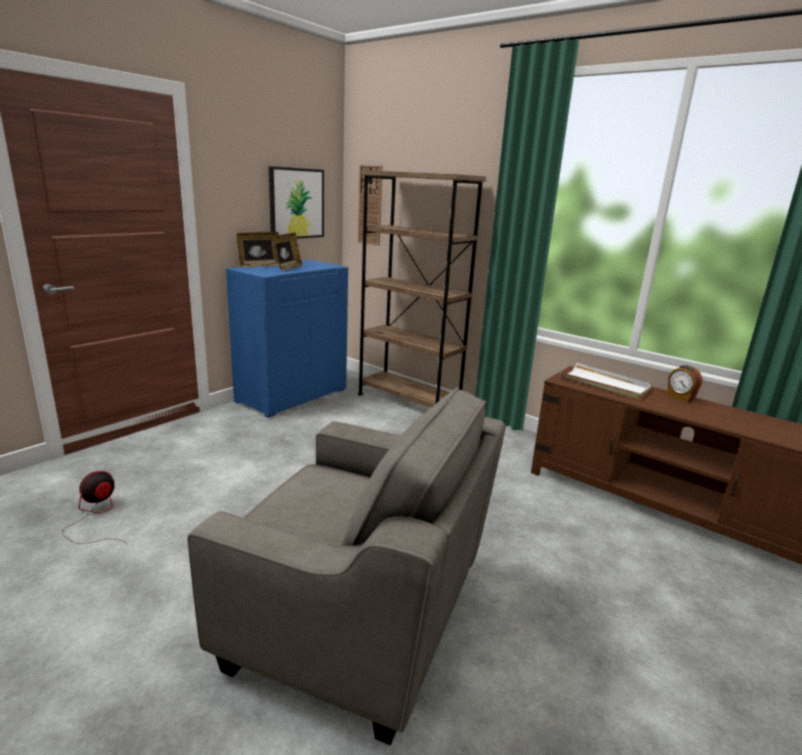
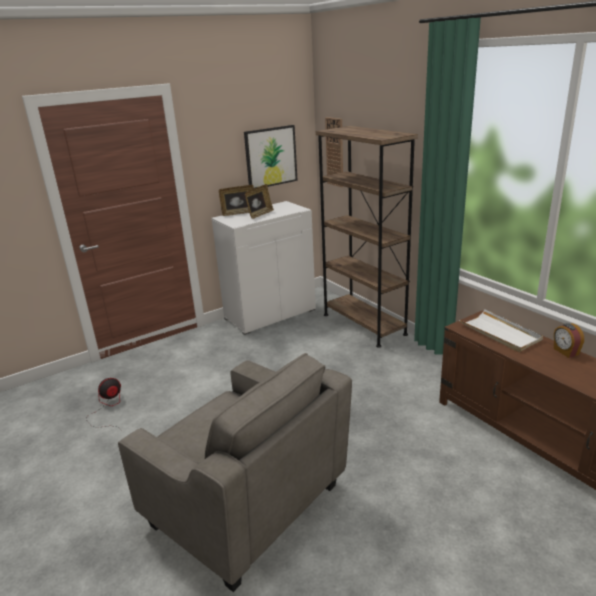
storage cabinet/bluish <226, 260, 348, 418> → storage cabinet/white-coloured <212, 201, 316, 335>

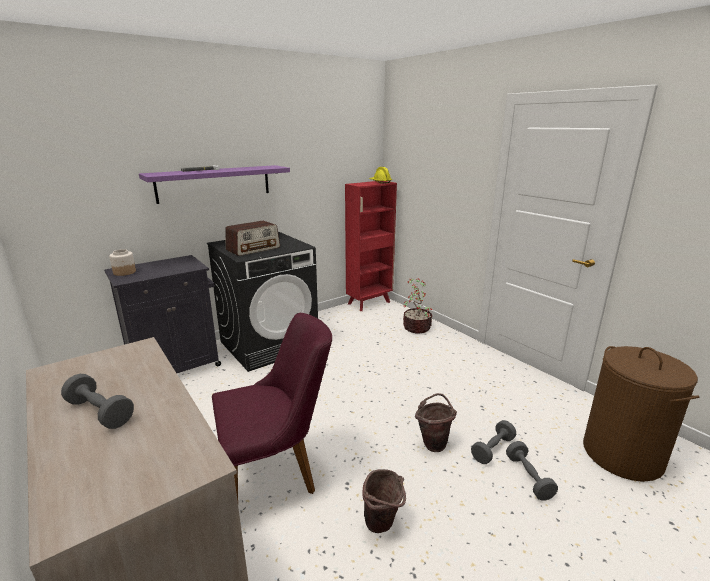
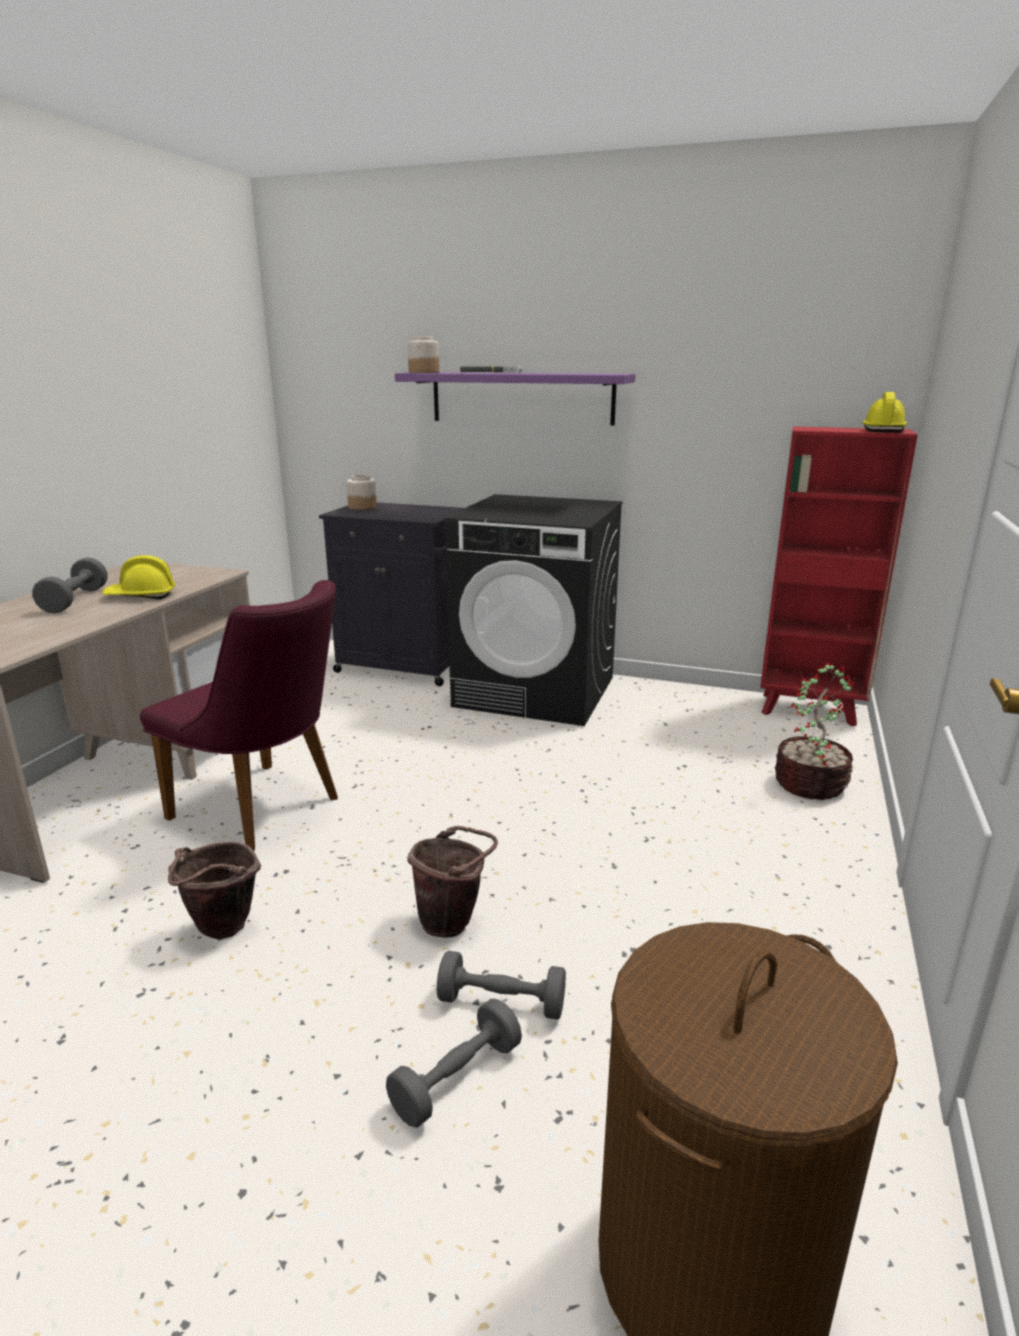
radio set <225, 221, 280, 256> → -
- → preserve jar <407, 336, 439, 373>
- → safety helmet/yellow <102, 555, 175, 599>

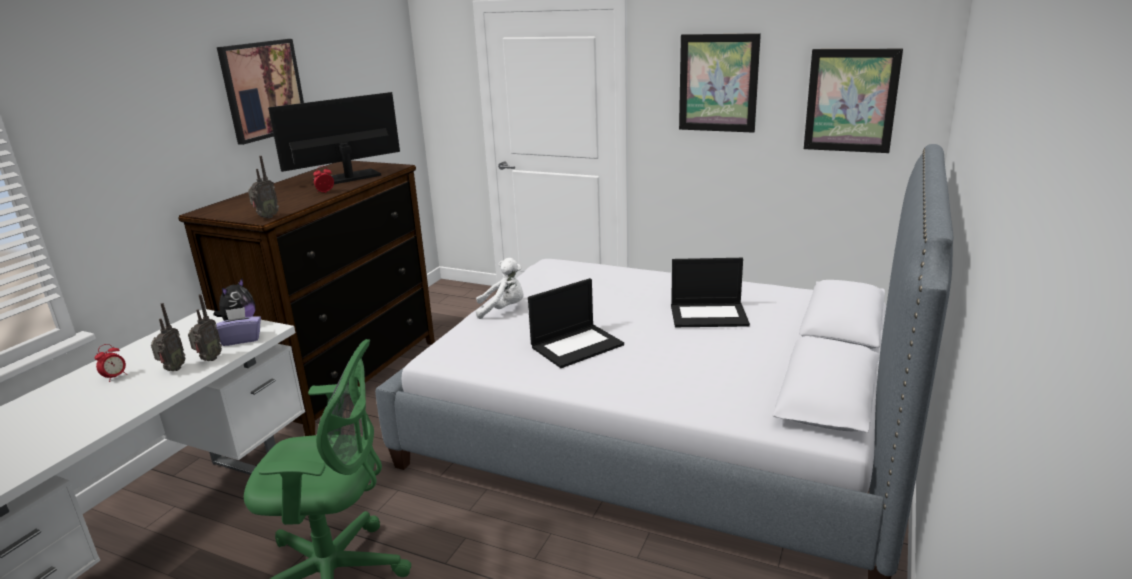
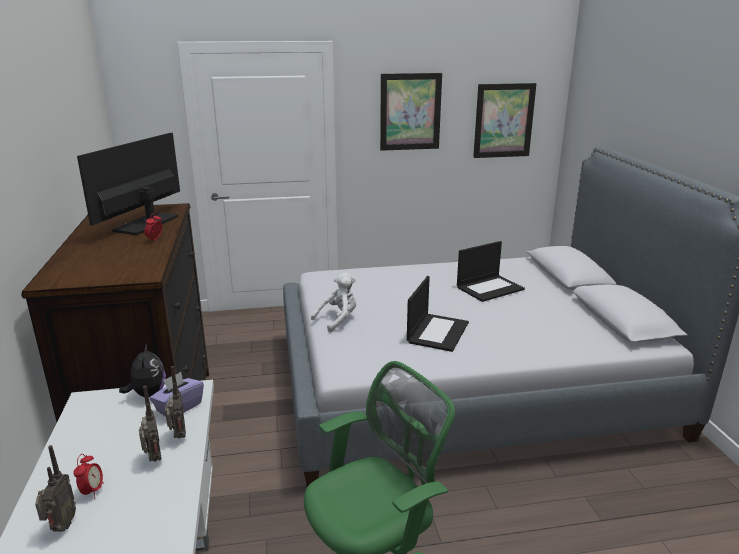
wall art <217, 39, 304, 145> → -
radio set <248, 156, 279, 218> → radio set <35, 445, 76, 532>, moved

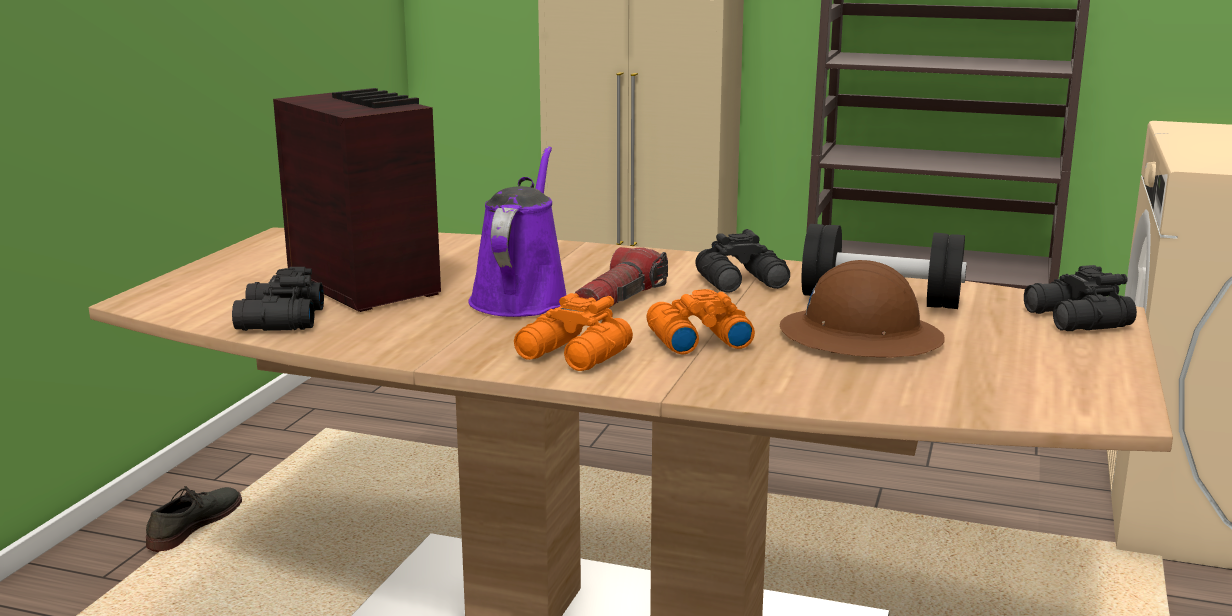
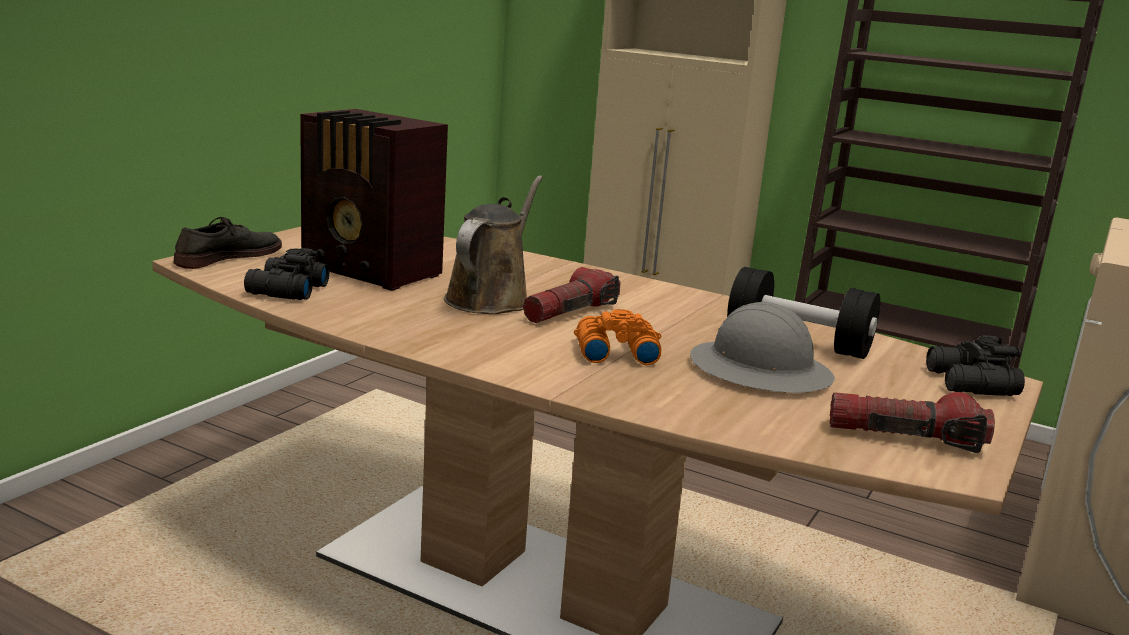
radio set <273, 88, 441, 312> → radio set <300, 109, 448, 291>, 150 degrees clockwise
watering can/purple-coloured <468, 146, 566, 317> → watering can/brownish <444, 175, 543, 314>
field glasses/black-coloured <695, 229, 790, 293> → -
safety helmet/brownish <780, 260, 945, 358> → safety helmet/grey <690, 302, 835, 393>
field glasses/orange <514, 293, 633, 371> → -
item of footwear/grey <146, 486, 242, 552> → item of footwear/grey <173, 217, 282, 269>, moved
- → torch <830, 392, 995, 453>

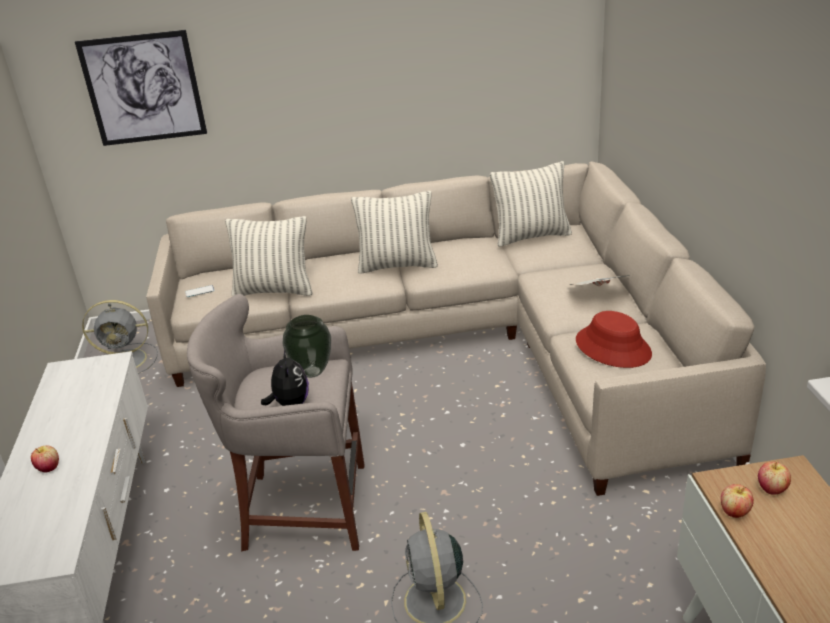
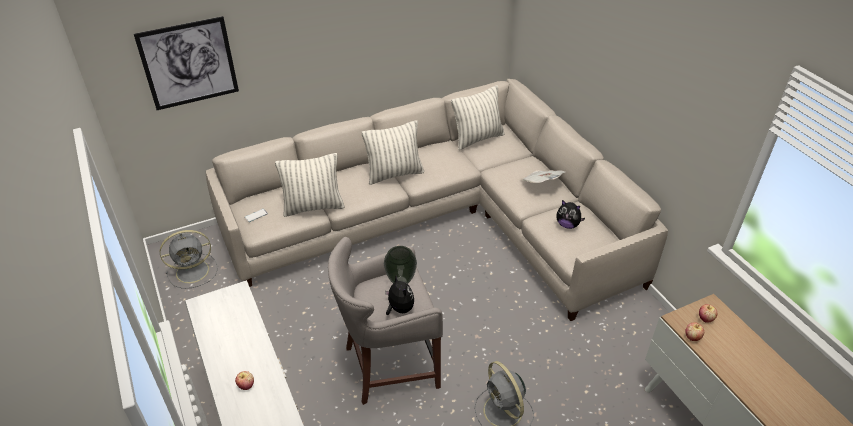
clothing hat/red <576, 311, 652, 368> → soft toy <556, 200, 585, 229>

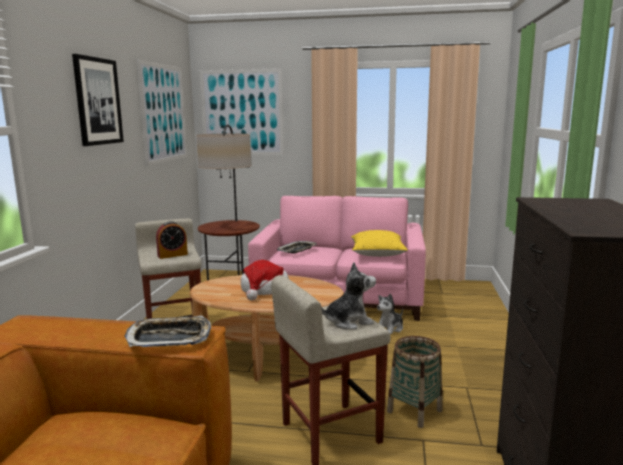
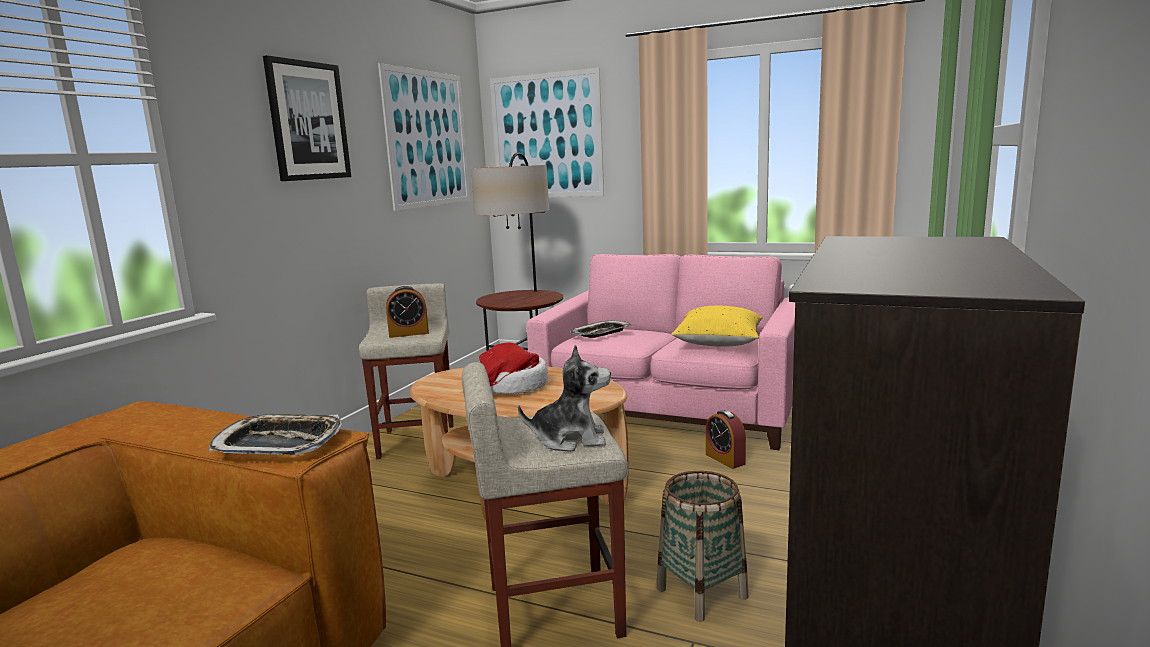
soft toy <377, 293, 403, 334> → bedside clock <706, 410, 746, 469>

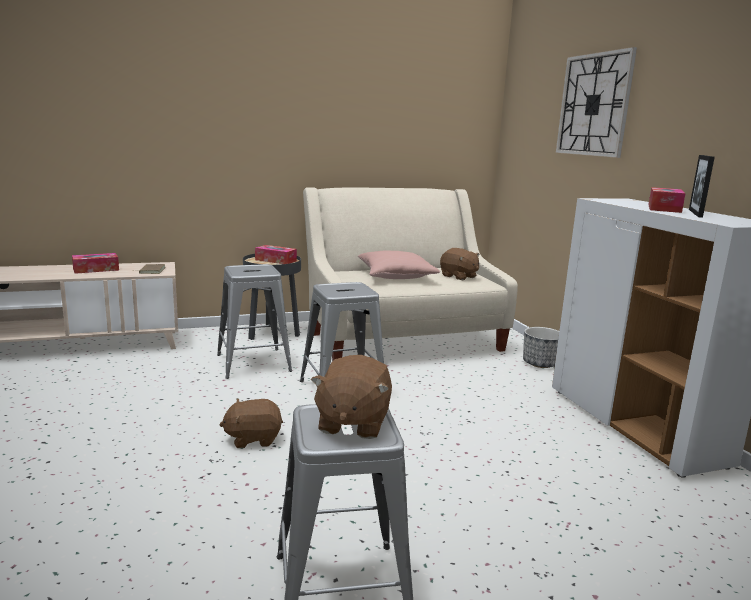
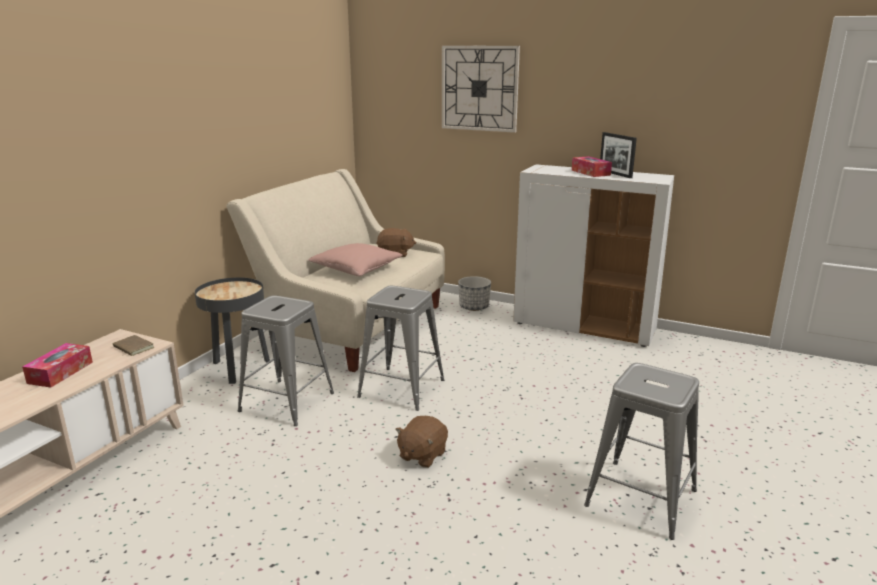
tissue holder <255, 245, 297, 264> → -
soft toy/brownish <311, 355, 392, 439> → -

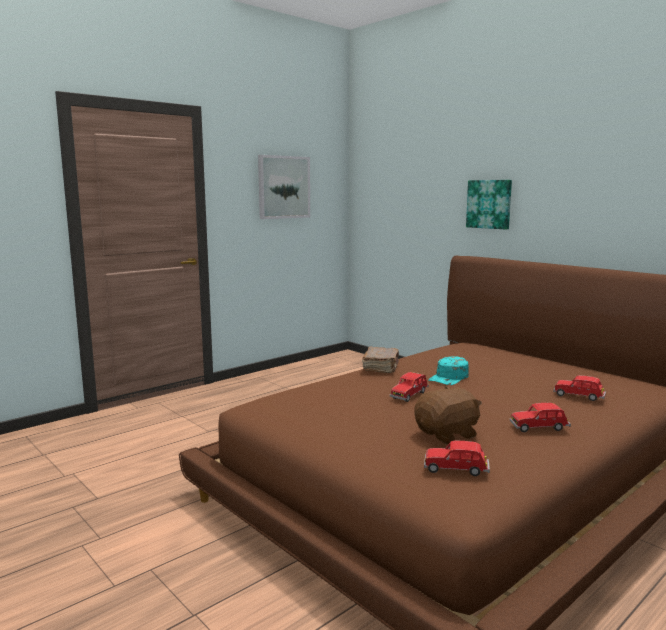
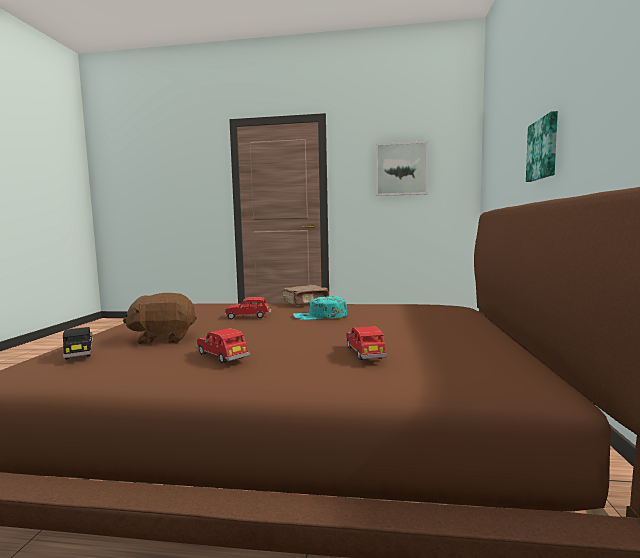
soft toy/brownish <414, 386, 482, 444> → soft toy/brownish <123, 293, 197, 345>, 150 degrees clockwise
toy car/red <424, 440, 490, 476> → toy car/black-coloured <63, 327, 93, 360>

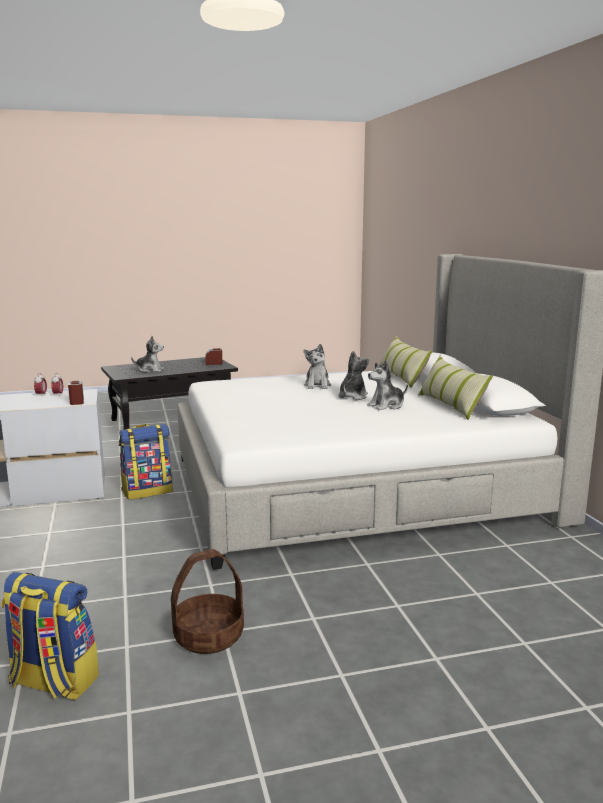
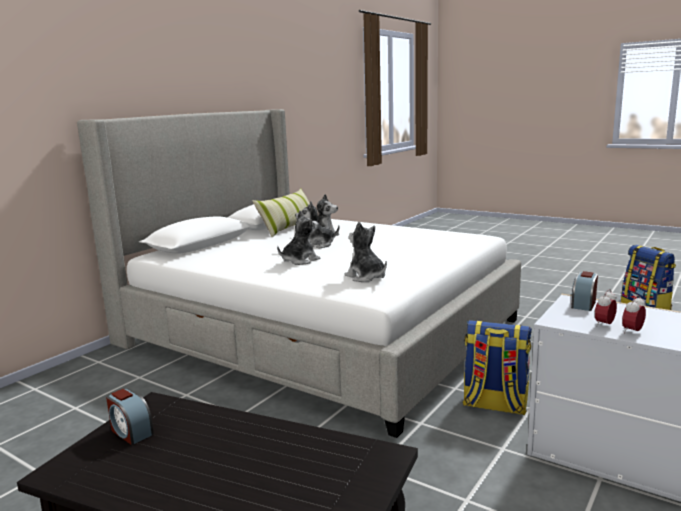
soft toy <131, 336, 164, 373> → soft toy <345, 222, 387, 282>, moved
throw pillow <380, 336, 432, 388> → -
household basket <171, 549, 244, 654> → -

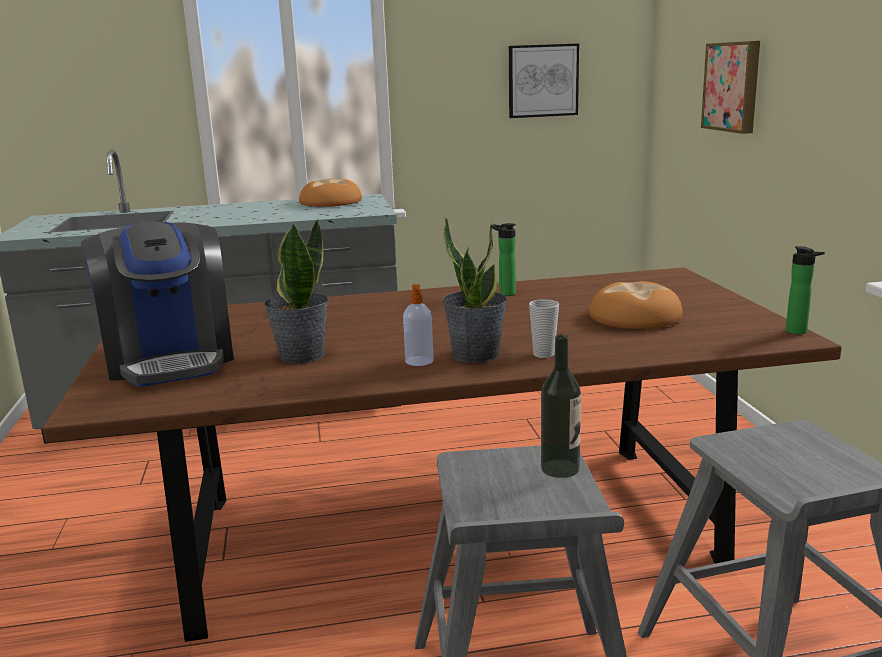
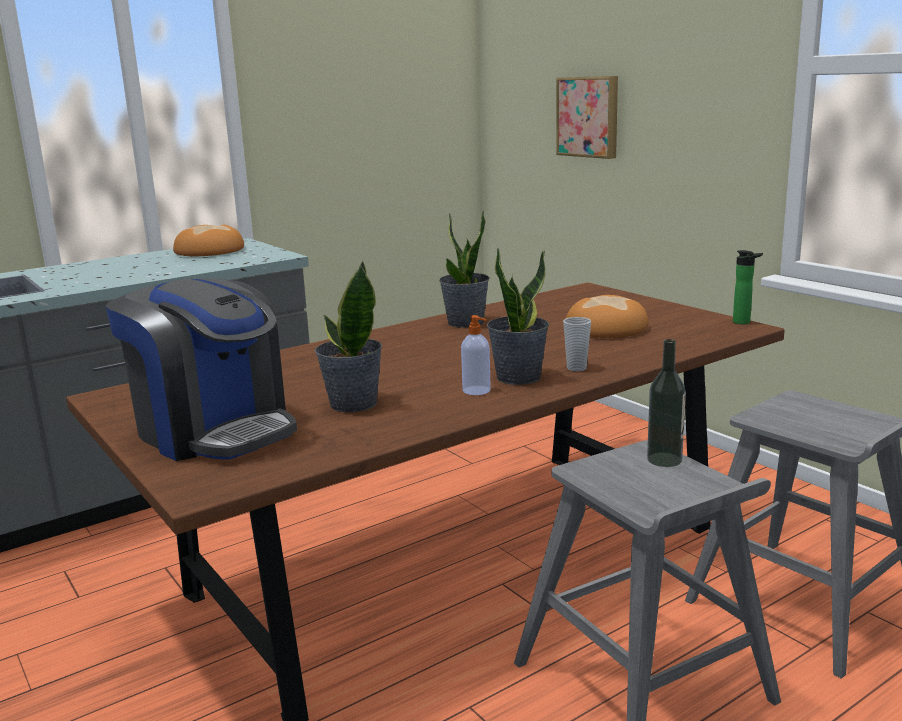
wall art <509, 43, 579, 118> → -
bottle <492, 223, 516, 296> → potted plant <439, 211, 489, 328>

